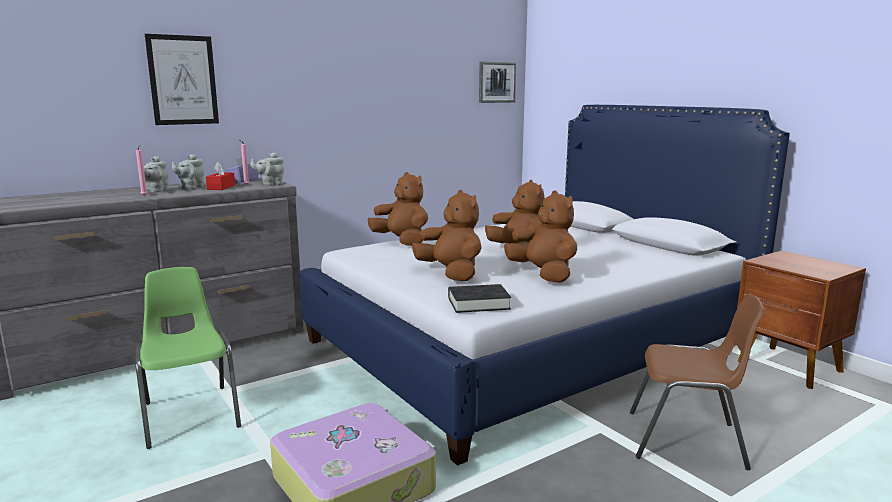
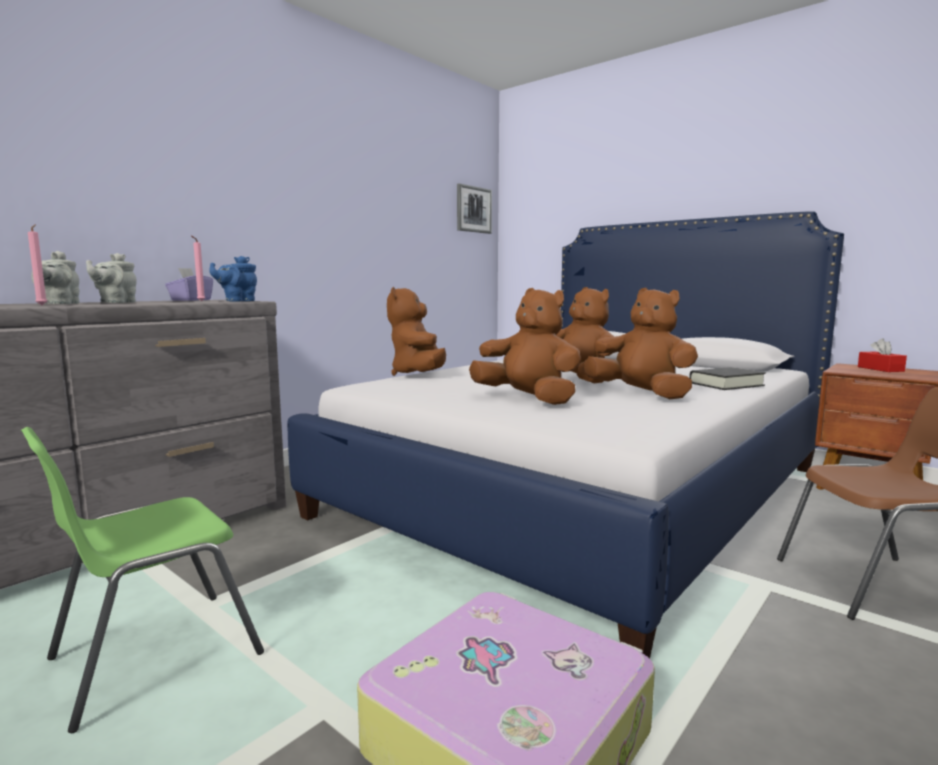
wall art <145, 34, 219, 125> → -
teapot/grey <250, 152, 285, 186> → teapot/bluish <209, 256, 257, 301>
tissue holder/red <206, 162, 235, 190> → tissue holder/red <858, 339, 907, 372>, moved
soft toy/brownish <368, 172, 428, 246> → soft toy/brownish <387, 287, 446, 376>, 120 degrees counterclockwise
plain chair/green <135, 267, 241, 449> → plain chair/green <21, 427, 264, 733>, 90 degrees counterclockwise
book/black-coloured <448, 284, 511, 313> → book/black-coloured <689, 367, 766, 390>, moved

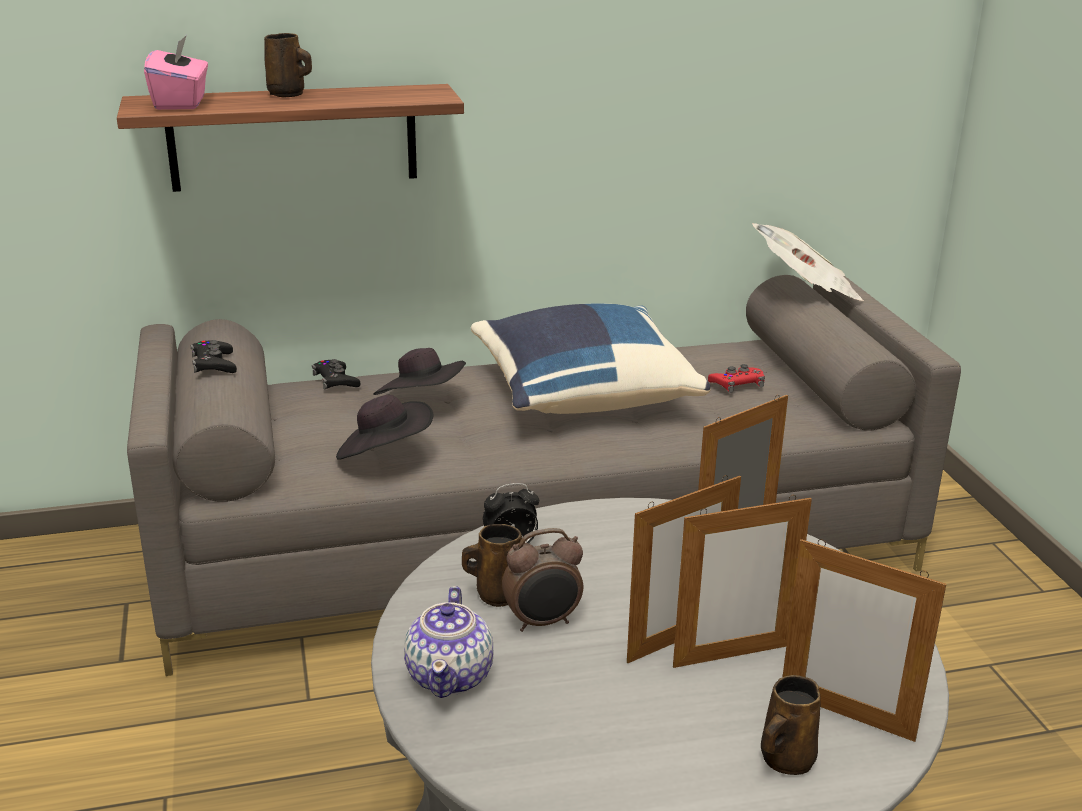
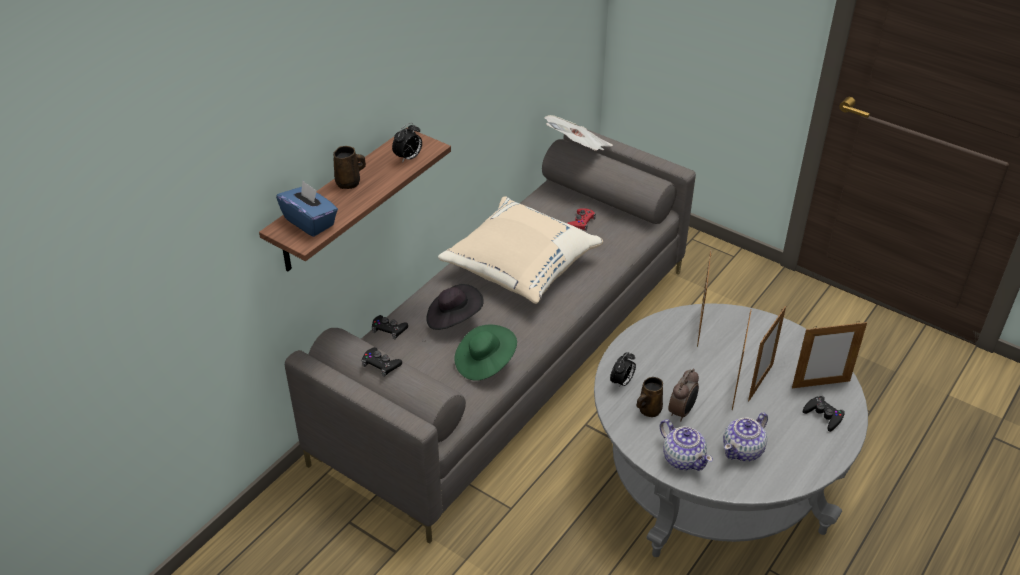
tissue holder/pinkish <144, 35, 208, 110> → tissue holder/bluish <276, 181, 338, 237>
throw pillow/bluish <471, 304, 711, 414> → throw pillow/beige-coloured <438, 196, 603, 304>
clothing hat/black-coloured <336, 395, 434, 460> → clothing hat/green <454, 325, 517, 381>
mug/brownish <761, 675, 821, 775> → game controller/black-coloured <803, 396, 845, 432>
- → bedside clock <392, 123, 422, 163>
- → teapot <723, 412, 768, 461>

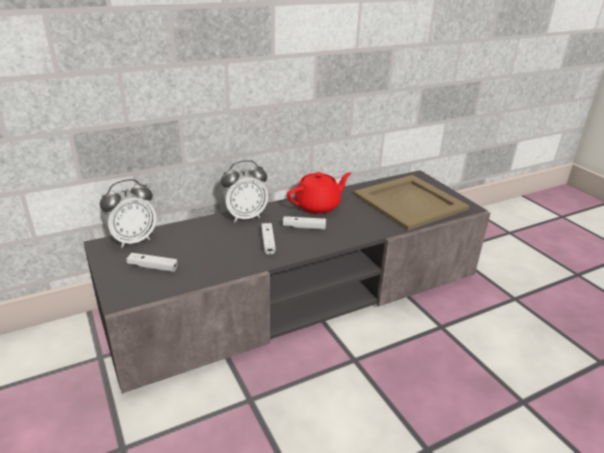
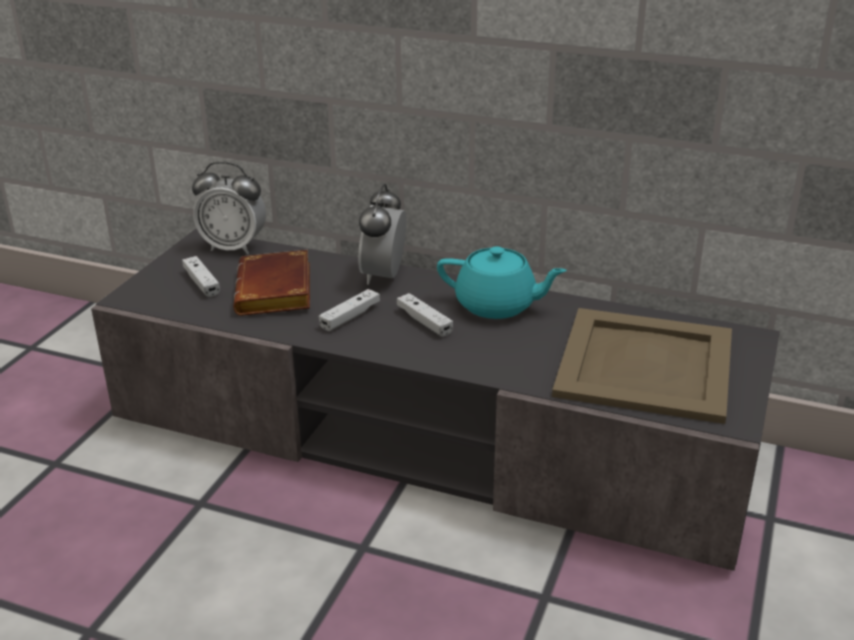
bedside clock <221, 160, 268, 222> → bedside clock <358, 184, 406, 285>, 75 degrees clockwise
teapot/red <287, 172, 351, 214> → teapot/turquoise <437, 246, 567, 319>
- → book/brownish <233, 250, 310, 316>

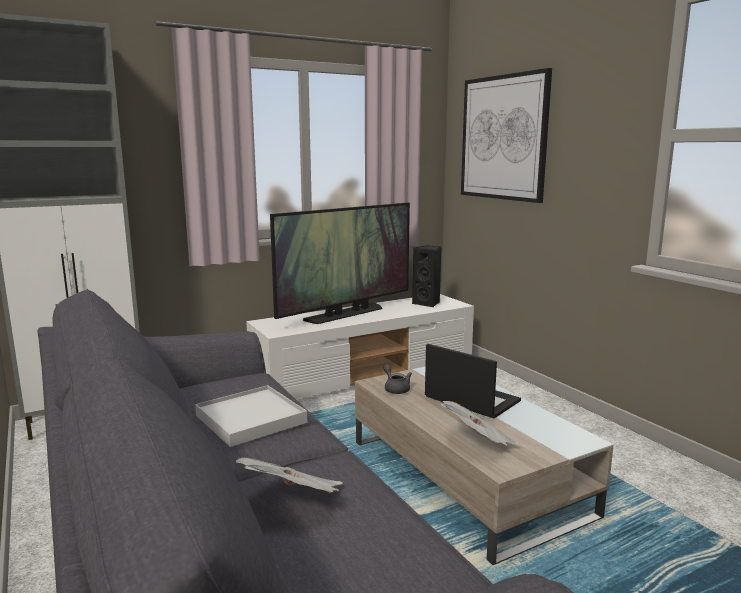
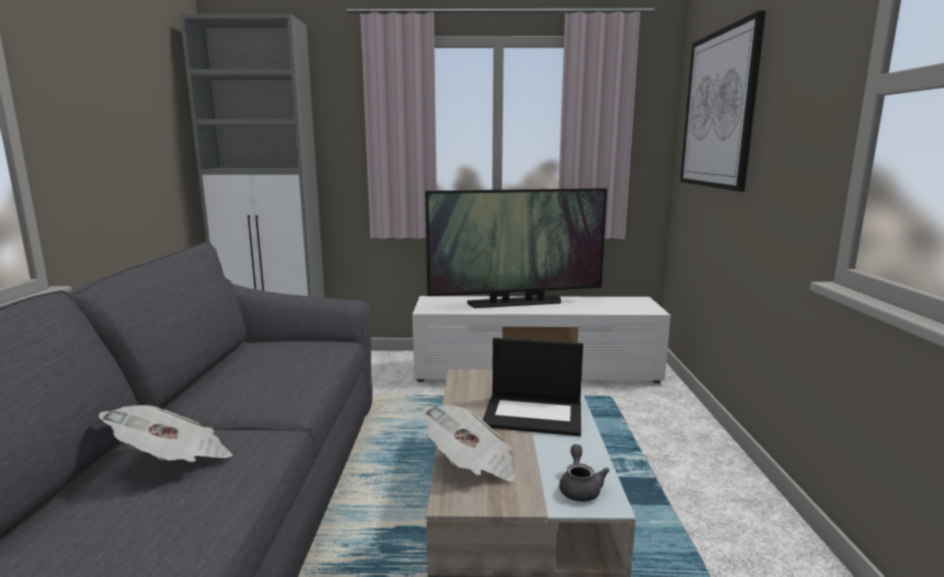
audio speaker/black-coloured <412, 245, 442, 307> → -
portable computer <425, 344, 521, 418> → portable computer <483, 338, 583, 436>, 120 degrees clockwise
teapot/grey <383, 364, 412, 394> → teapot/grey <559, 444, 610, 502>, moved
tray/white-coloured <195, 385, 307, 447> → -

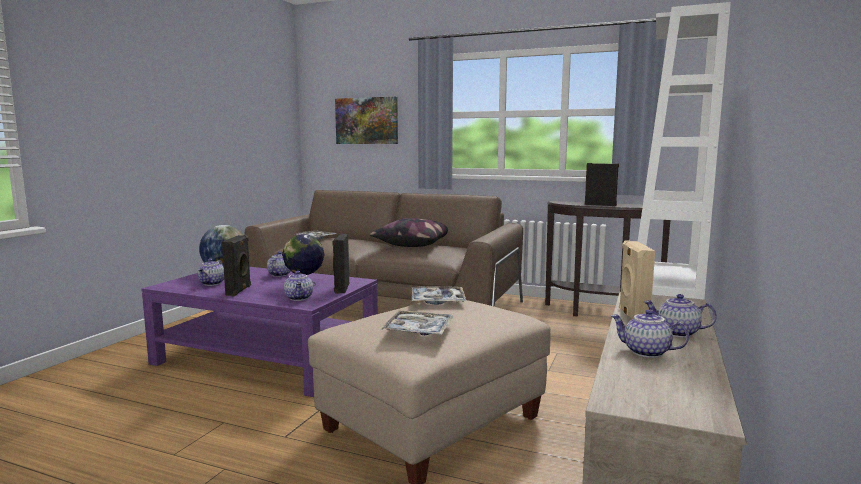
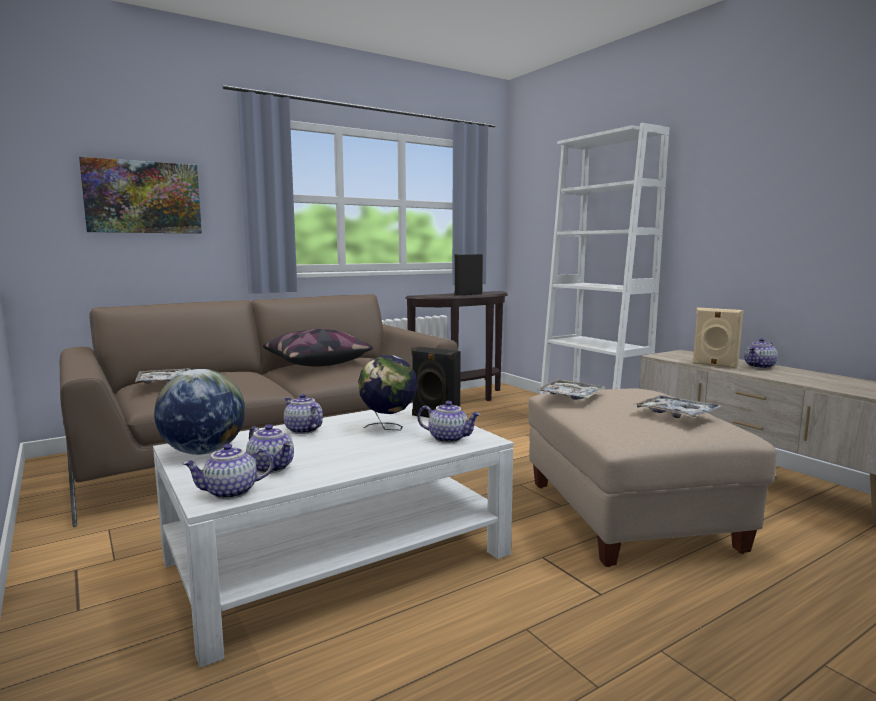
audio speaker/black-coloured <222, 235, 251, 296> → -
lounge table/purple-coloured <141, 267, 378, 397> → lounge table/white-coloured <153, 403, 514, 668>
teapot <611, 310, 689, 358> → teapot <182, 444, 273, 499>, moved

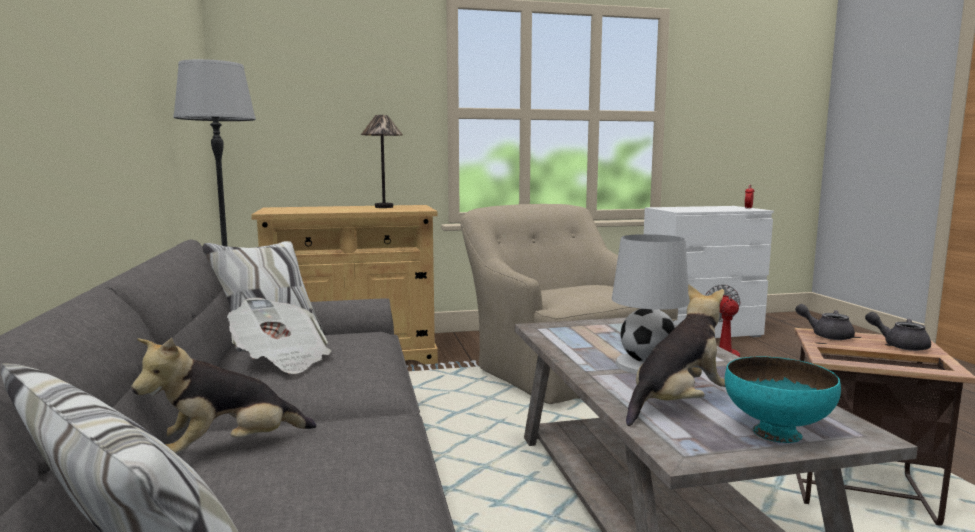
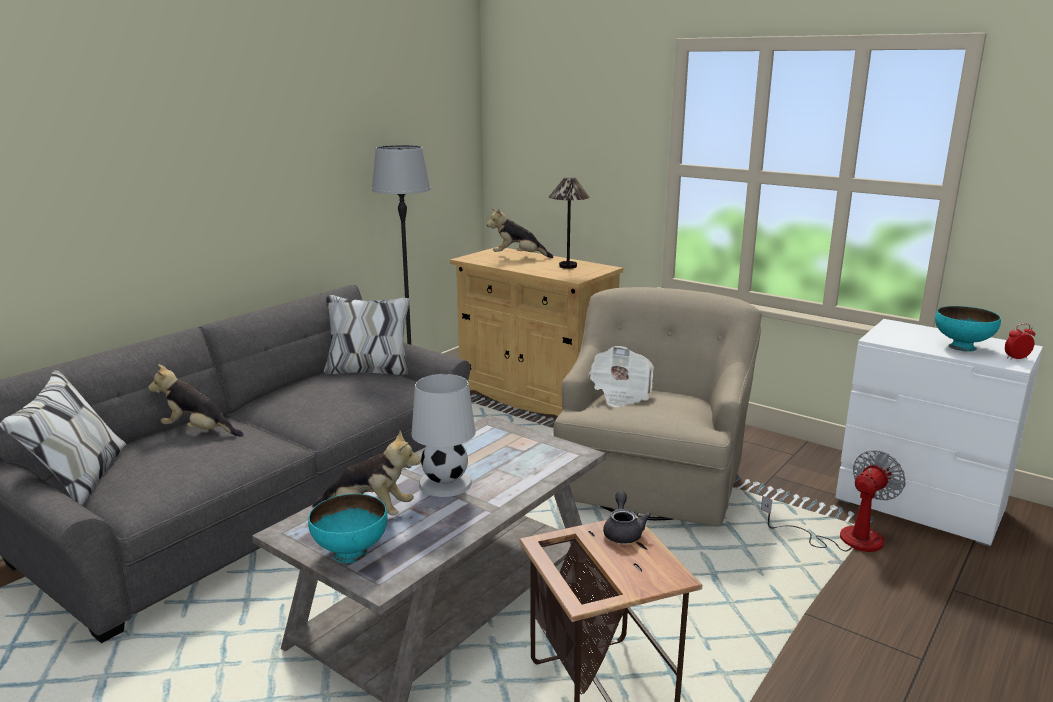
printed paper <227, 298, 331, 374> → printed paper <589, 346, 654, 407>, moved
teapot/grey <865, 312, 931, 351> → -
- → soft toy <486, 208, 553, 258>
- → deep dish/turquoise <935, 306, 1001, 352>

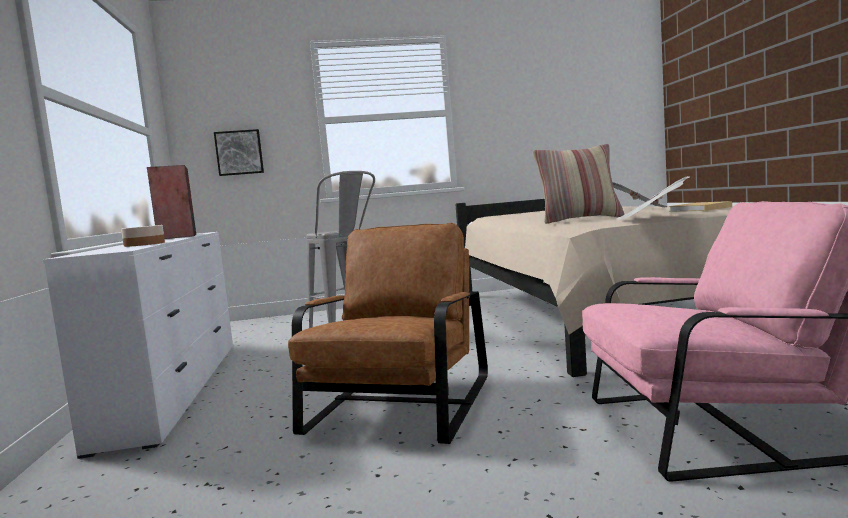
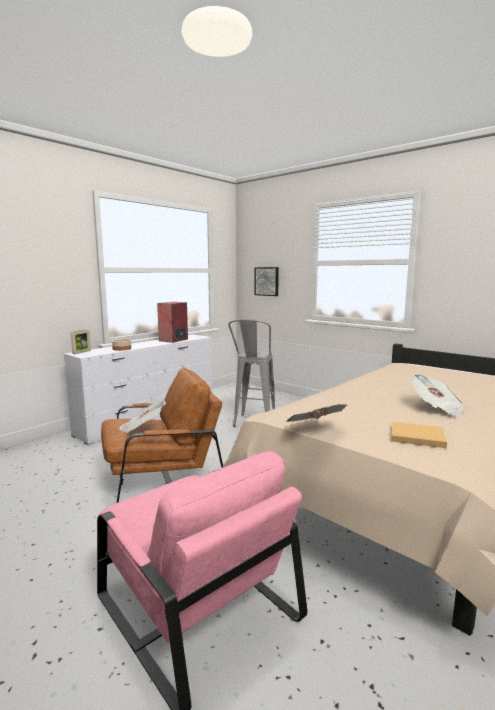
throw pillow <533, 144, 624, 224> → -
- → picture frame <71, 330, 91, 354>
- → printed paper <119, 401, 166, 434>

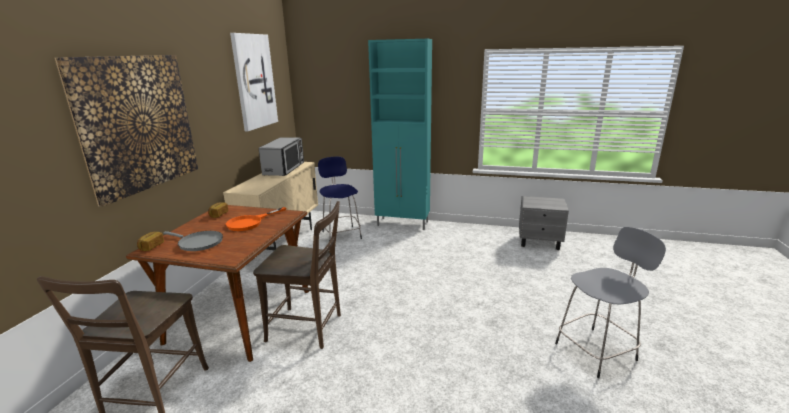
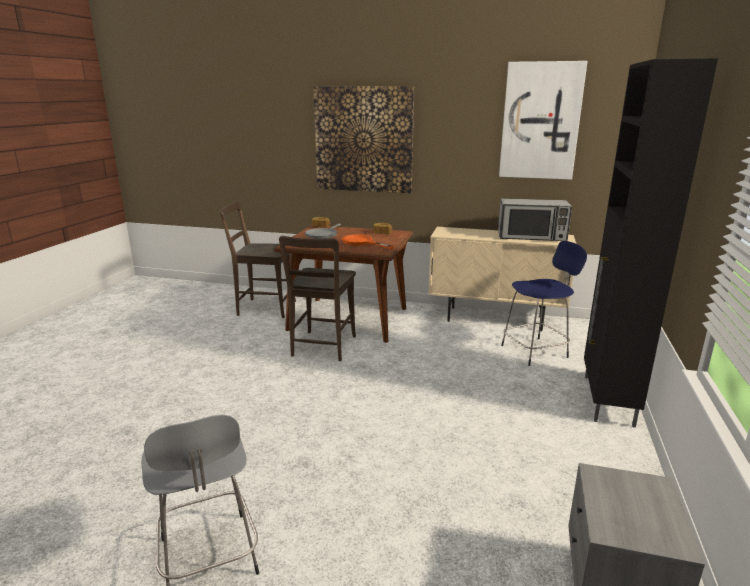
storage cabinet/turquoise <368, 39, 432, 230> → storage cabinet/black-coloured <584, 58, 718, 428>

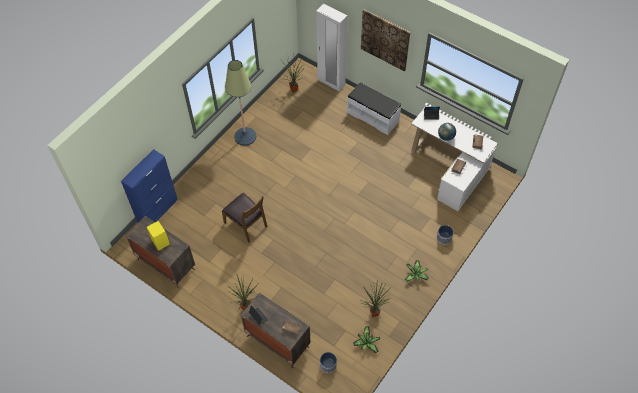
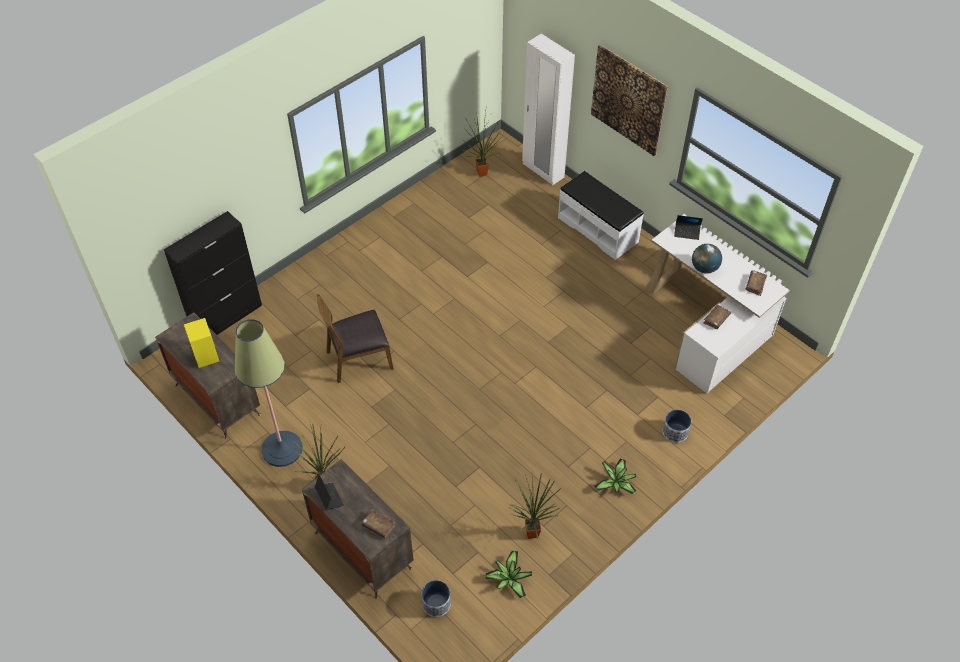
standing lamp <225, 60, 256, 146> → standing lamp <235, 319, 303, 467>, moved
storage cabinet/bluish <121, 149, 178, 223> → storage cabinet/black-coloured <164, 211, 262, 335>
plain chair/brownish <222, 193, 268, 243> → plain chair/brownish <317, 294, 393, 383>, 105 degrees clockwise

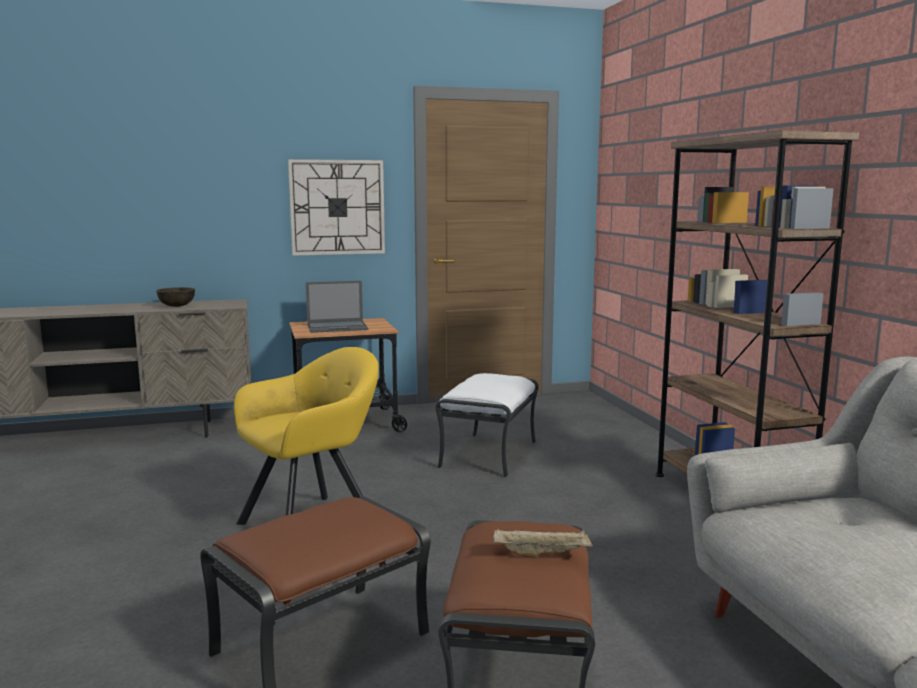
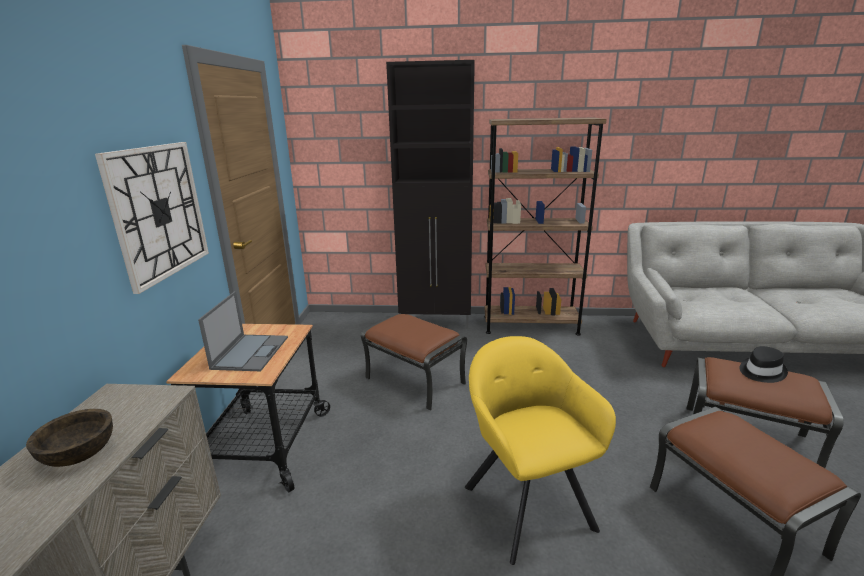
ottoman/white-coloured <436, 373, 539, 478> → ottoman/brownish <361, 313, 467, 411>
tray/beige-coloured <493, 529, 592, 558> → clothing hat/black-coloured <739, 346, 788, 383>
- → storage cabinet/black-coloured <386, 60, 475, 329>

